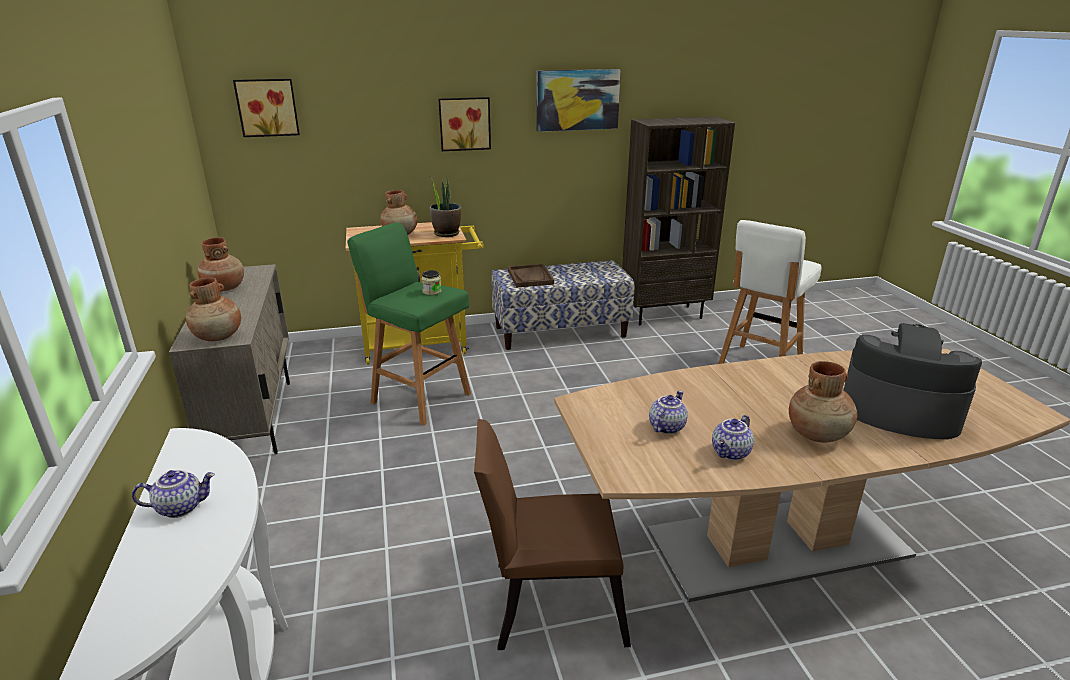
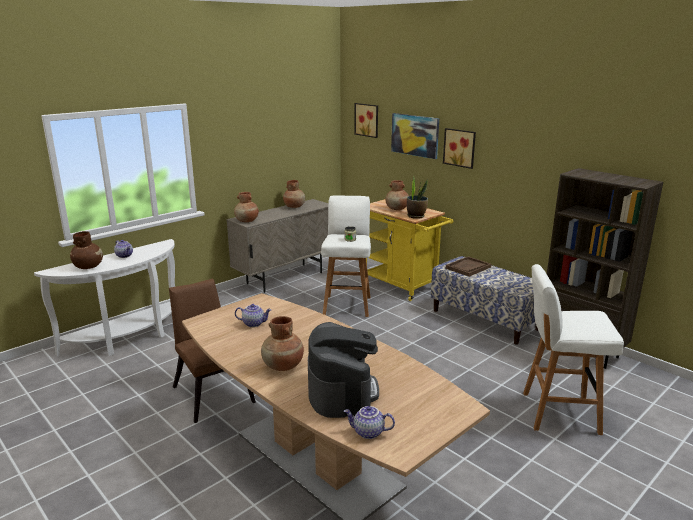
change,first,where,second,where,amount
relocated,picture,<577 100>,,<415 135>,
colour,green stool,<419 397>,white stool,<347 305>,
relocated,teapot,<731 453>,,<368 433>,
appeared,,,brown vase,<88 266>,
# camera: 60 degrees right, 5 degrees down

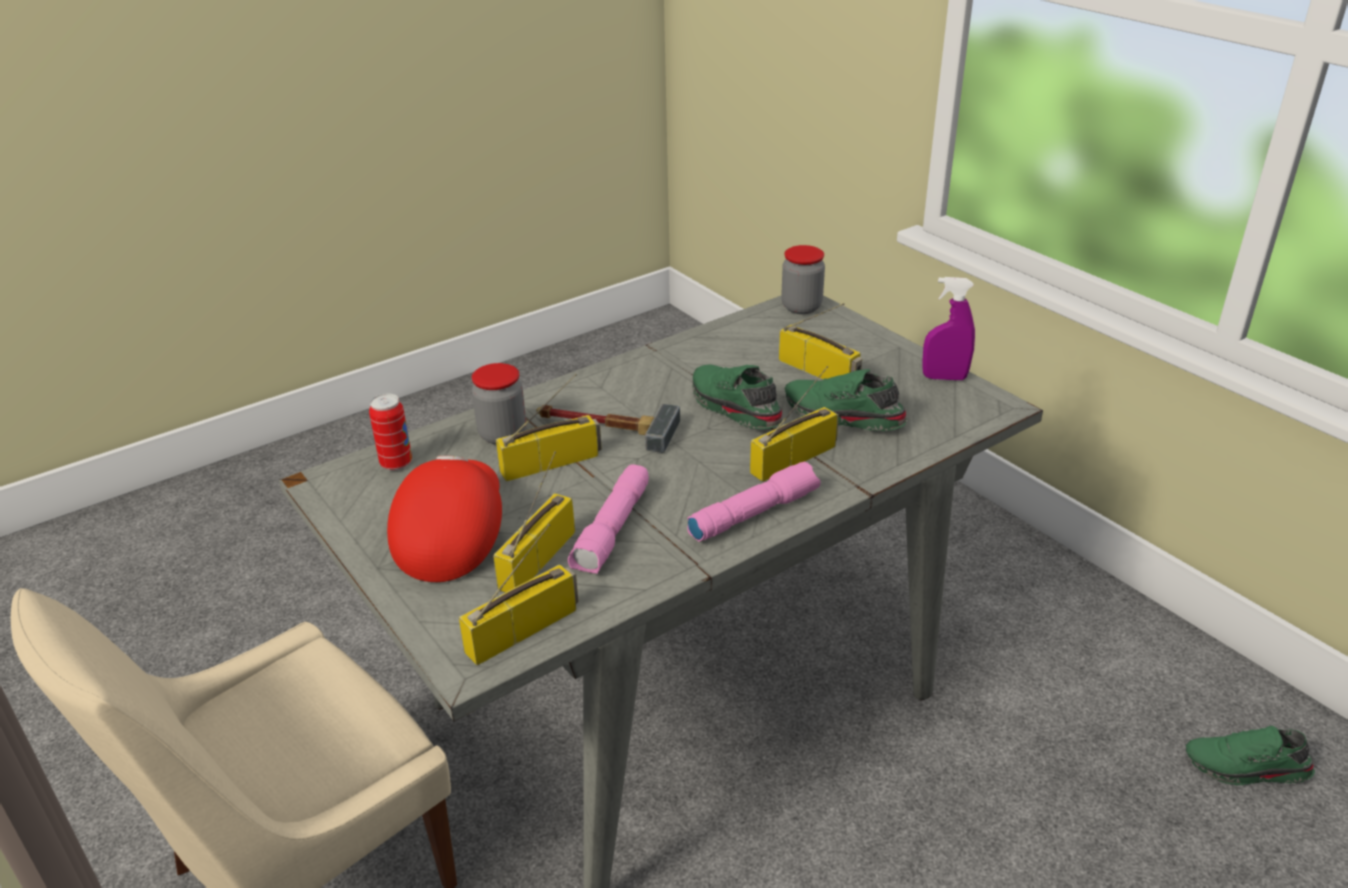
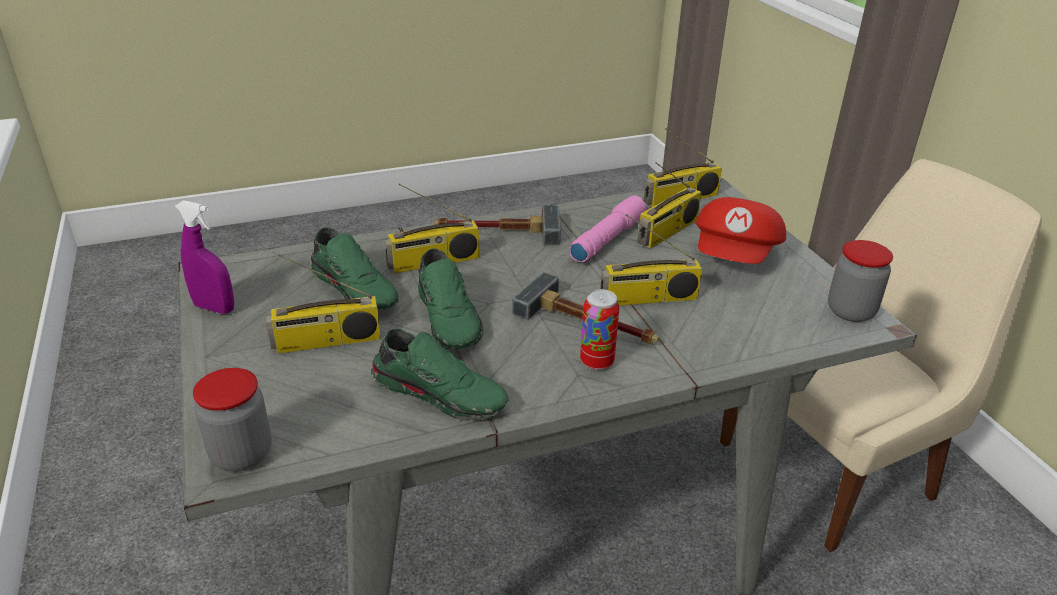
change,first,where,second,where,amount
spun,radio,<820 371>,,<326 342>,75 degrees counterclockwise
relocated,jar,<502 435>,,<850 311>,
relocated,can,<396 463>,,<597 362>,
exchanged,pink flashlight,<753 513>,hammer,<497 231>,
relocated,green shoe,<1246 769>,,<441 392>,
# camera: 165 degrees left, 0 degrees up

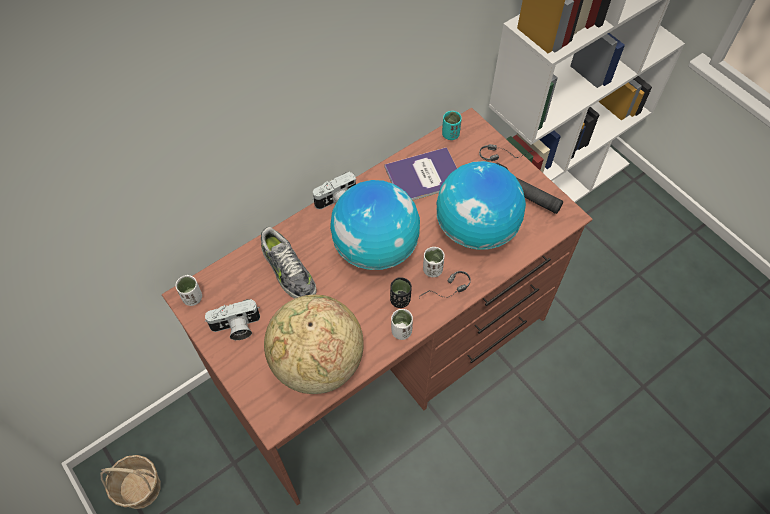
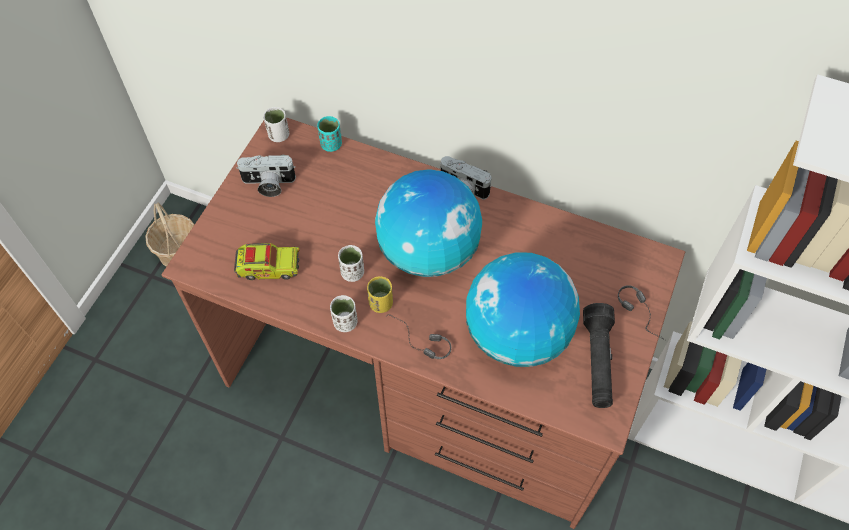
change,first,where,second,where,amount
relocated,turquoise cup,<450 134>,,<331 144>,
missing,book,<424 176>,,,
missing,shoe,<288 271>,,,
relocated,white cup,<432 269>,,<352 273>,
colour,black cup,<400 300>,yellow cup,<381 303>,
exchanged,globe,<317 363>,toy truck,<268 267>,
spun,photo camera,<236 327>,,<268 184>,45 degrees counterclockwise
# camera: 60 degrees right, 0 degrees up

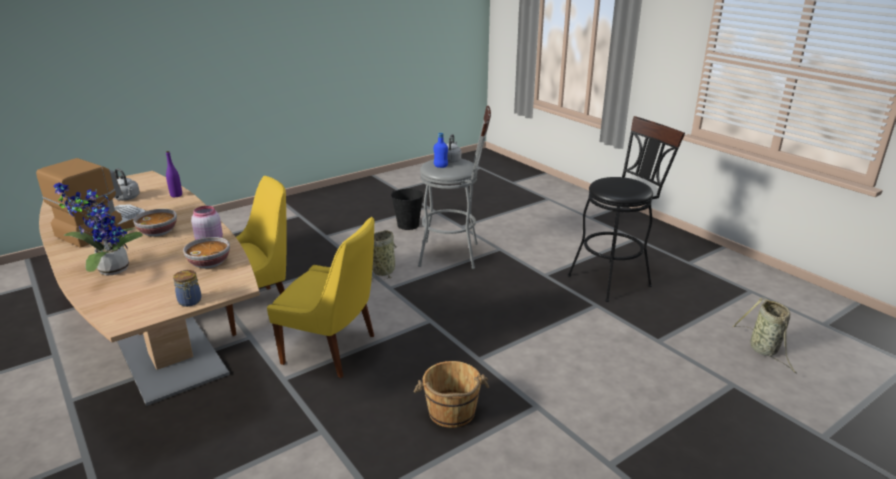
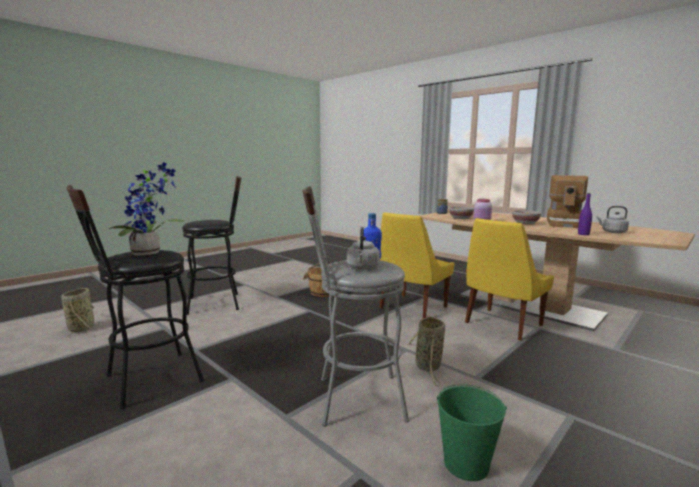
change,first,where,second,where,amount
relocated,potted plant,<109 270>,,<150 253>,
colour,black bucket,<408 225>,green bucket,<466 464>,
spun,yellow chair,<332 350>,,<411 308>,60 degrees counterclockwise
appeared,,,black stool,<219 303>,
# camera: 170 degrees right, 15 degrees down

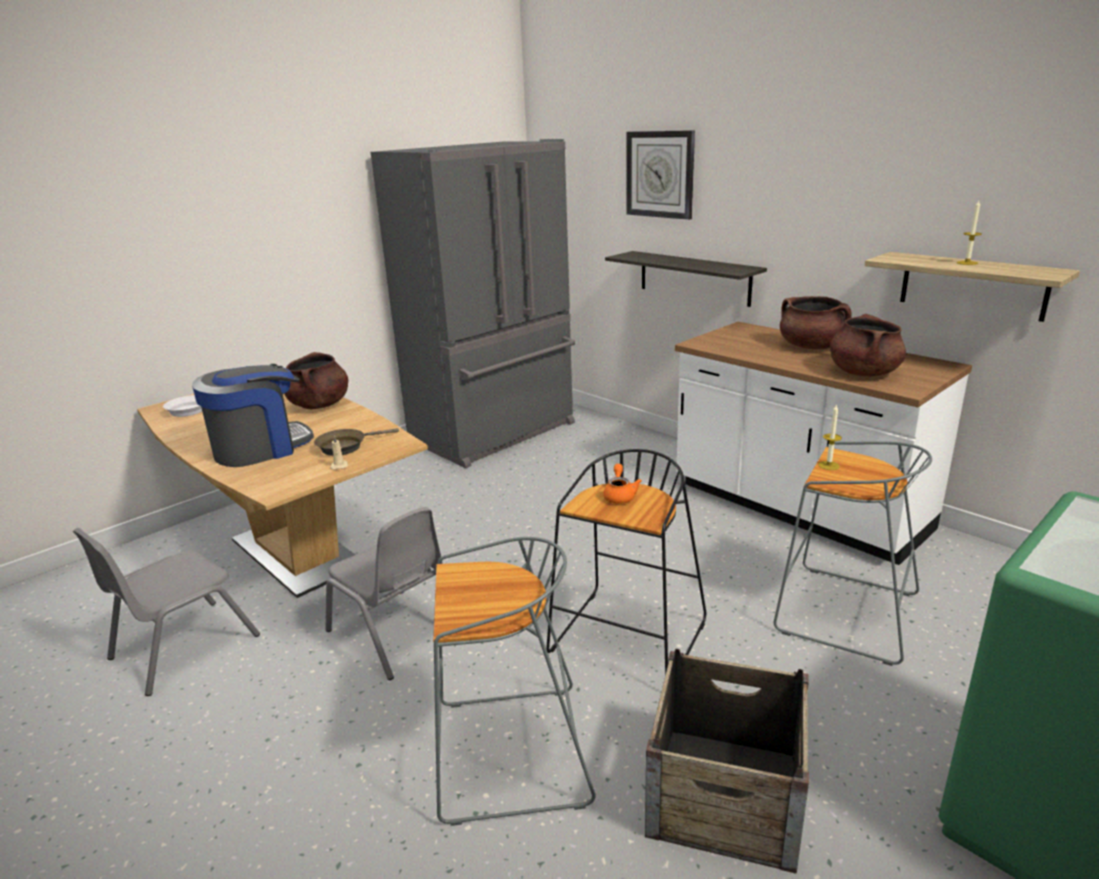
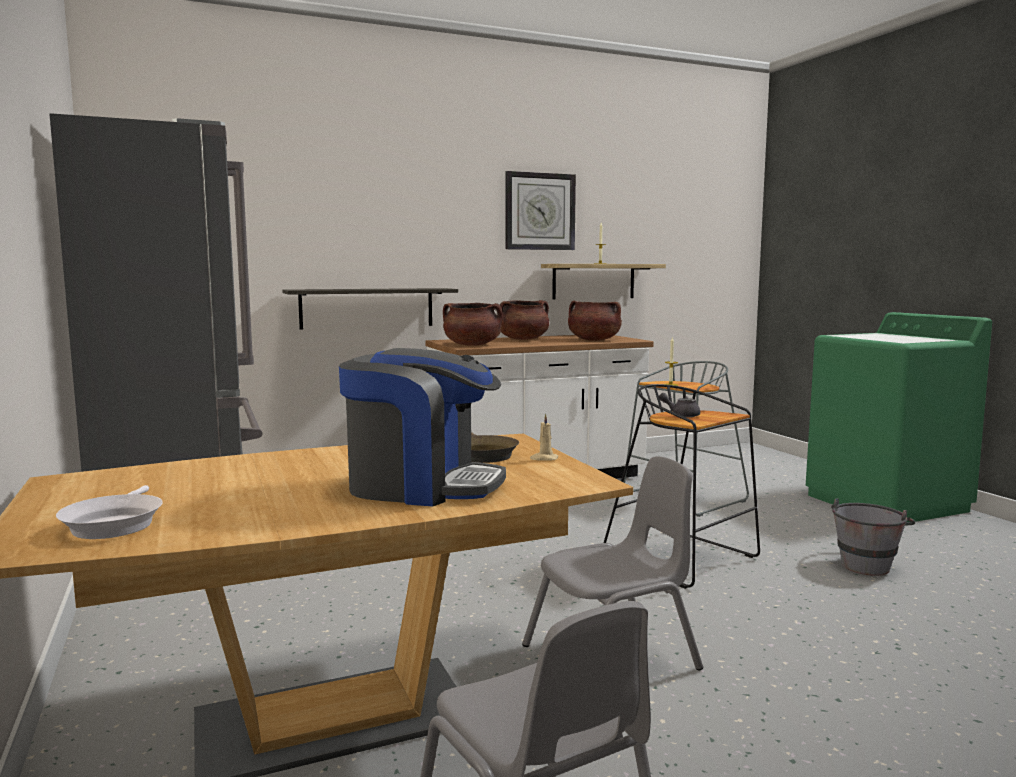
change,first,where,second,where,amount
relocated,wall clock,<660 174>,,<539 211>,
relocated,brown cooking pot,<319 405>,,<472 345>,
spun,coffee machine,<260 448>,,<422 486>,120 degrees clockwise
colour,orange teapot,<620 495>,grey teapot,<681 415>,
missing,grey stool,<508 754>,,,
exchanged,crate,<726 795>,grey bucket,<867 563>,
# camera: 70 degrees left, 15 degrees down

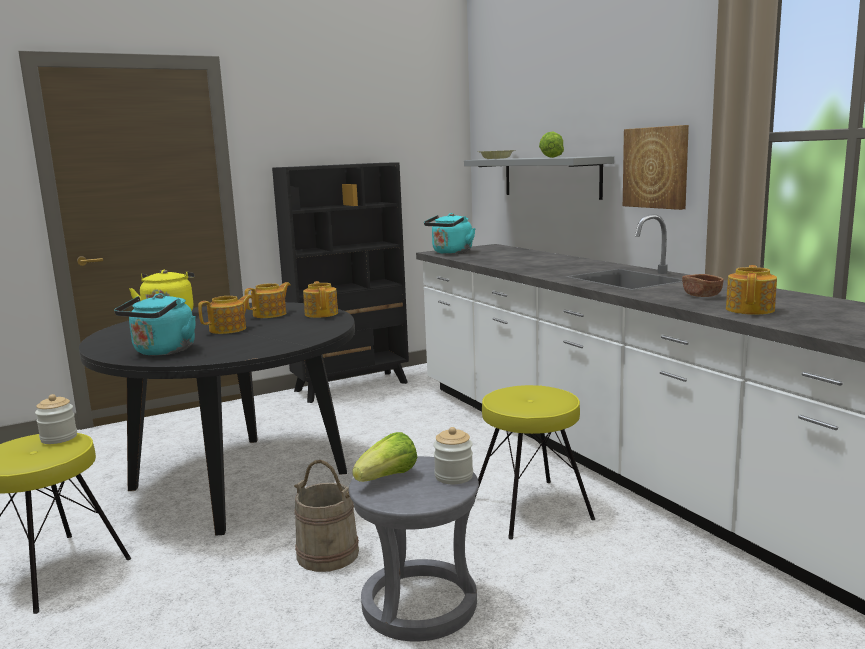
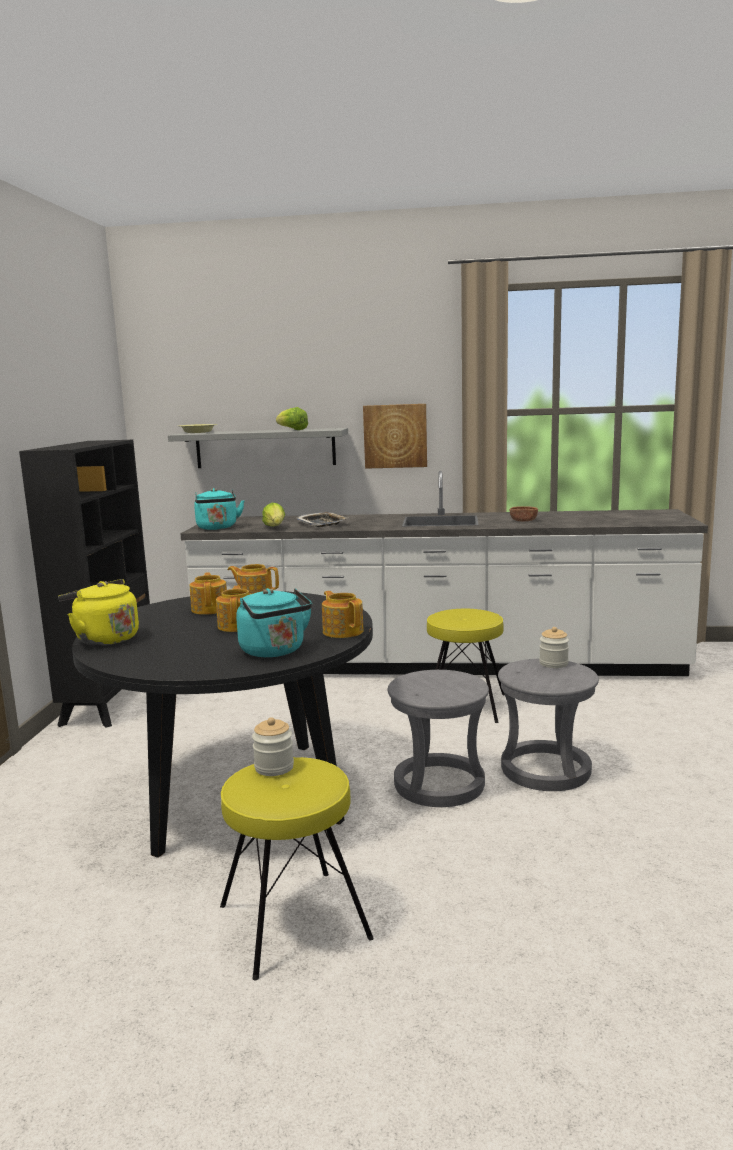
change,first,where,second,where,amount
relocated,teapot,<750 309>,,<343 631>,
relocated,lettuce,<388 478>,,<275 527>,
exchanged,beige bucket,<328 554>,grey stool,<439 784>,
appeared,,,tray,<322 523>,
# camera: 55 degrees left, 0 degrees up

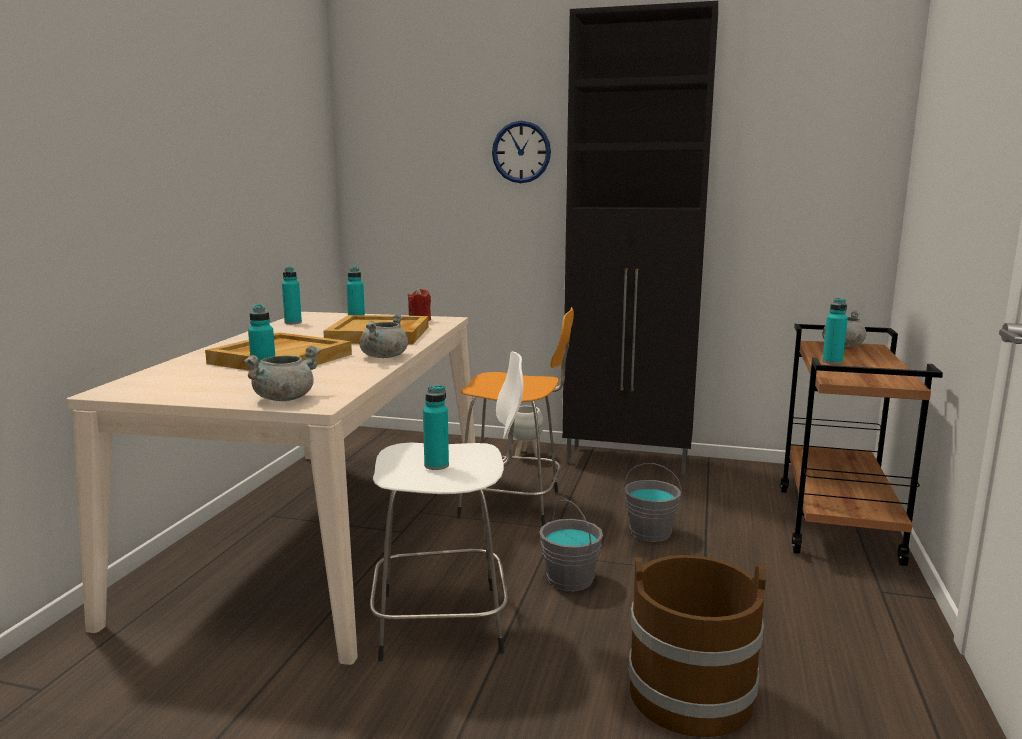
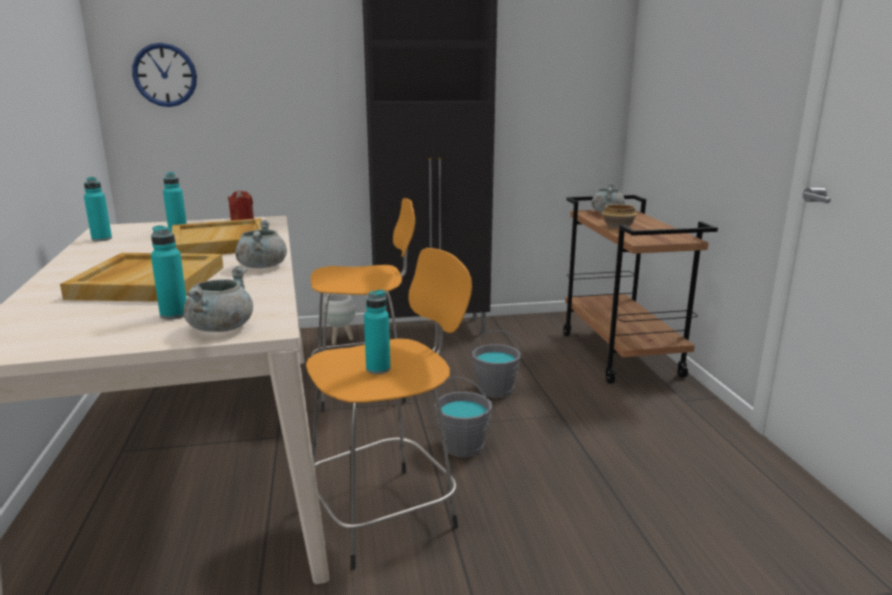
change,first,where,second,where,amount
relocated,wall clock,<521 152>,,<165 75>,
exchanged,turquoise bottle,<832 362>,bowl,<618 226>,
colour,white stool,<447 622>,orange stool,<387 513>,
missing,brown bucket,<691 693>,,,
# camera: 25 degrees left, 5 degrees up

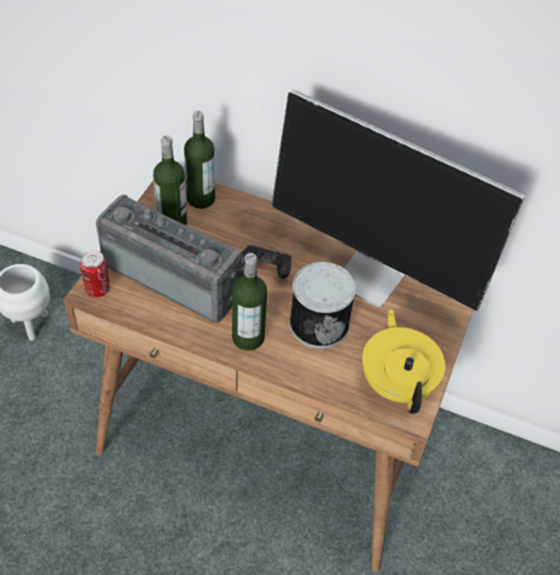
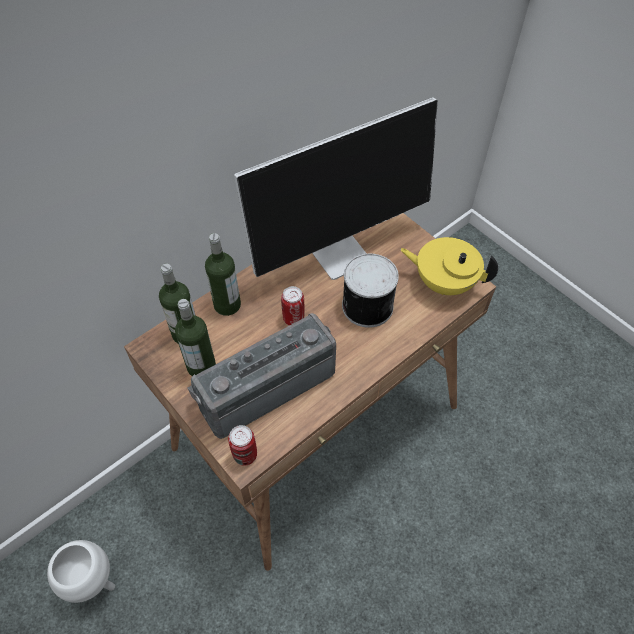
change,first,where,second,where,amount
exchanged,black game controller,<265 269>,can,<293 318>,
relocated,bottle,<248 338>,,<227 305>,
# camera: 60 degrees left, 5 degrees up

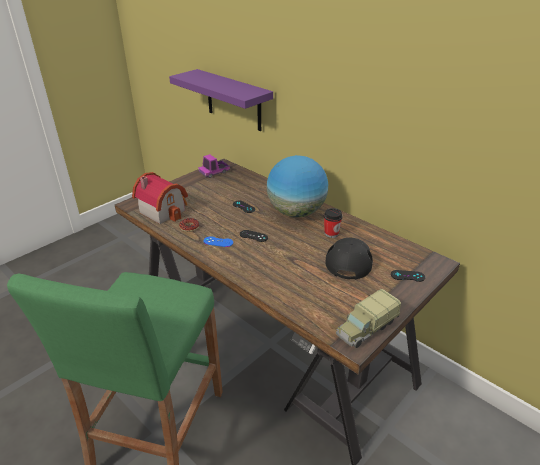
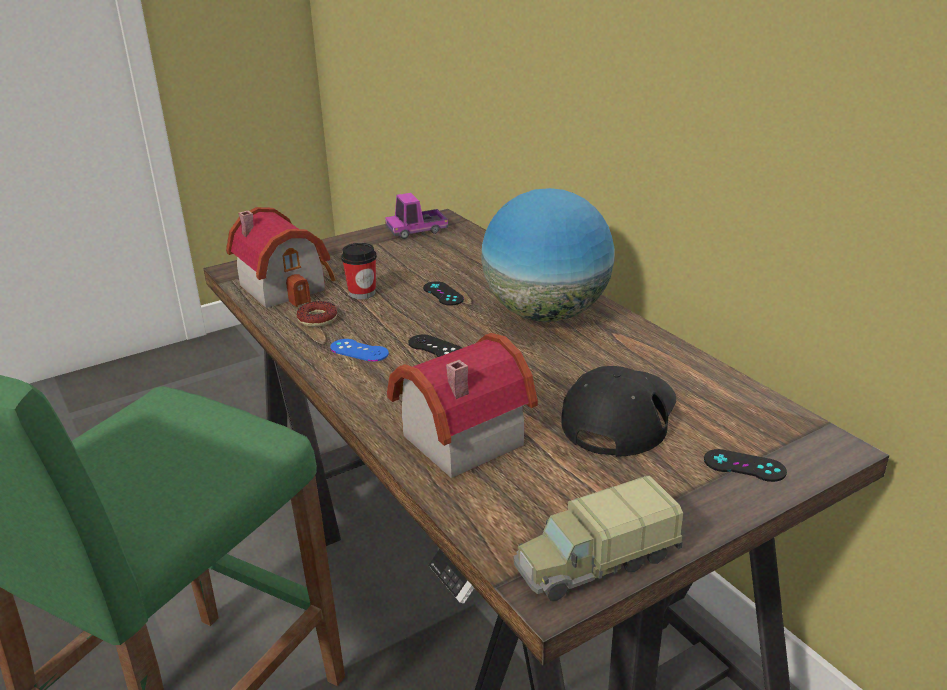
change,first,where,second,where,amount
missing,purple shelf,<233 100>,,,
relocated,cup,<331 234>,,<362 293>,
appeared,,,toy house,<455 437>,
# camera: 15 degrees right, 5 degrees down

